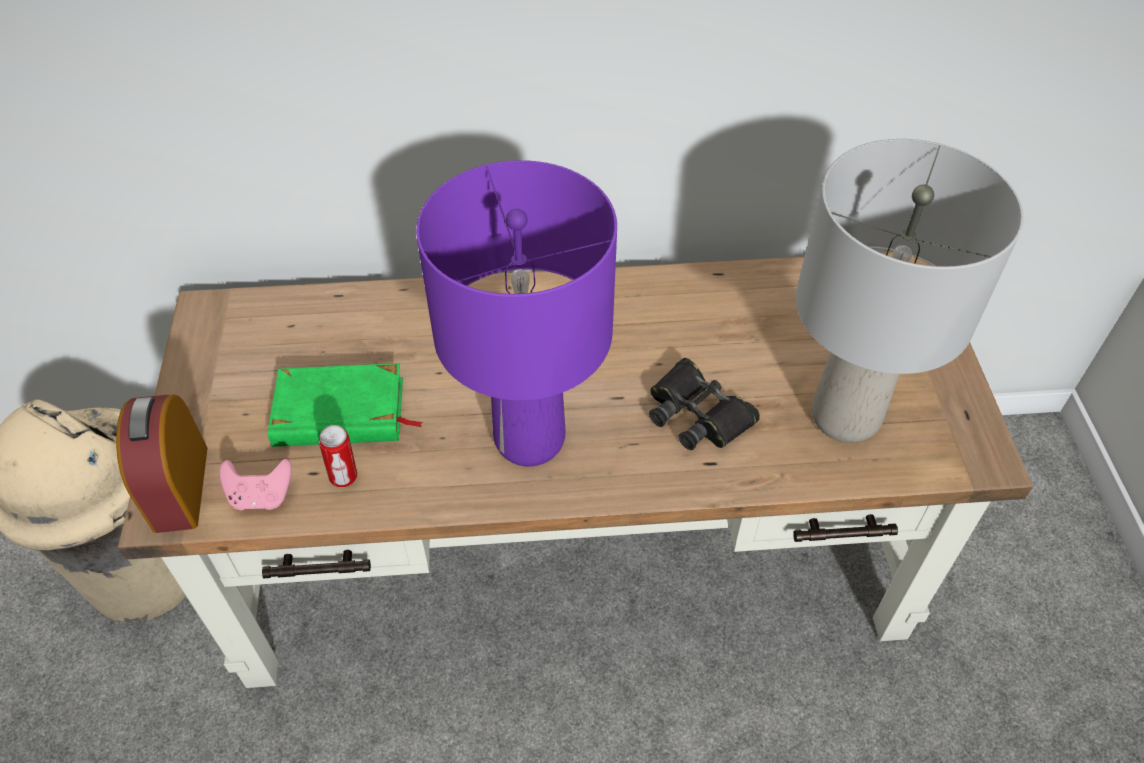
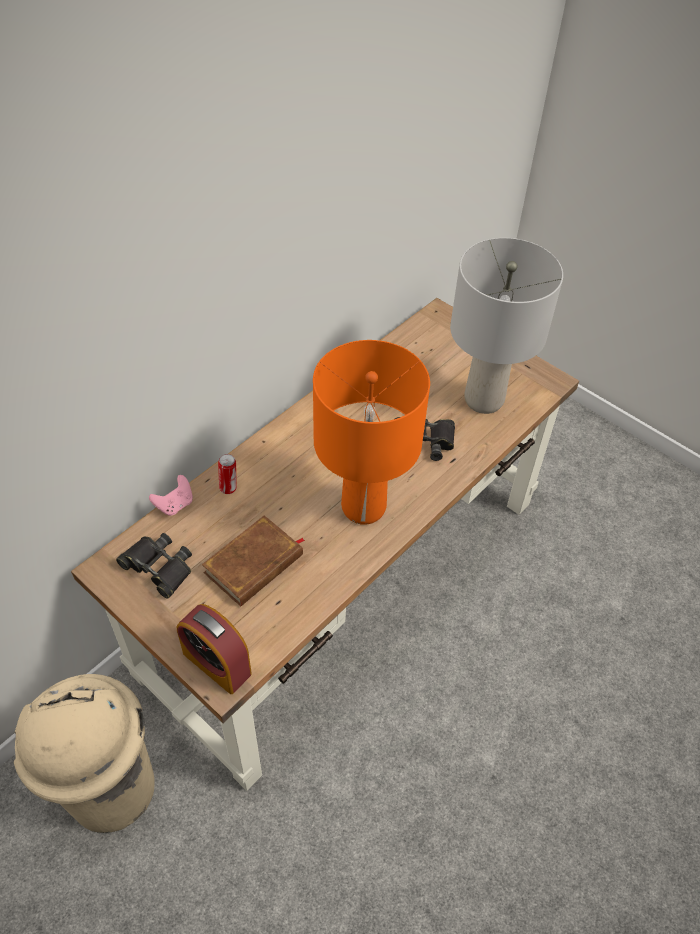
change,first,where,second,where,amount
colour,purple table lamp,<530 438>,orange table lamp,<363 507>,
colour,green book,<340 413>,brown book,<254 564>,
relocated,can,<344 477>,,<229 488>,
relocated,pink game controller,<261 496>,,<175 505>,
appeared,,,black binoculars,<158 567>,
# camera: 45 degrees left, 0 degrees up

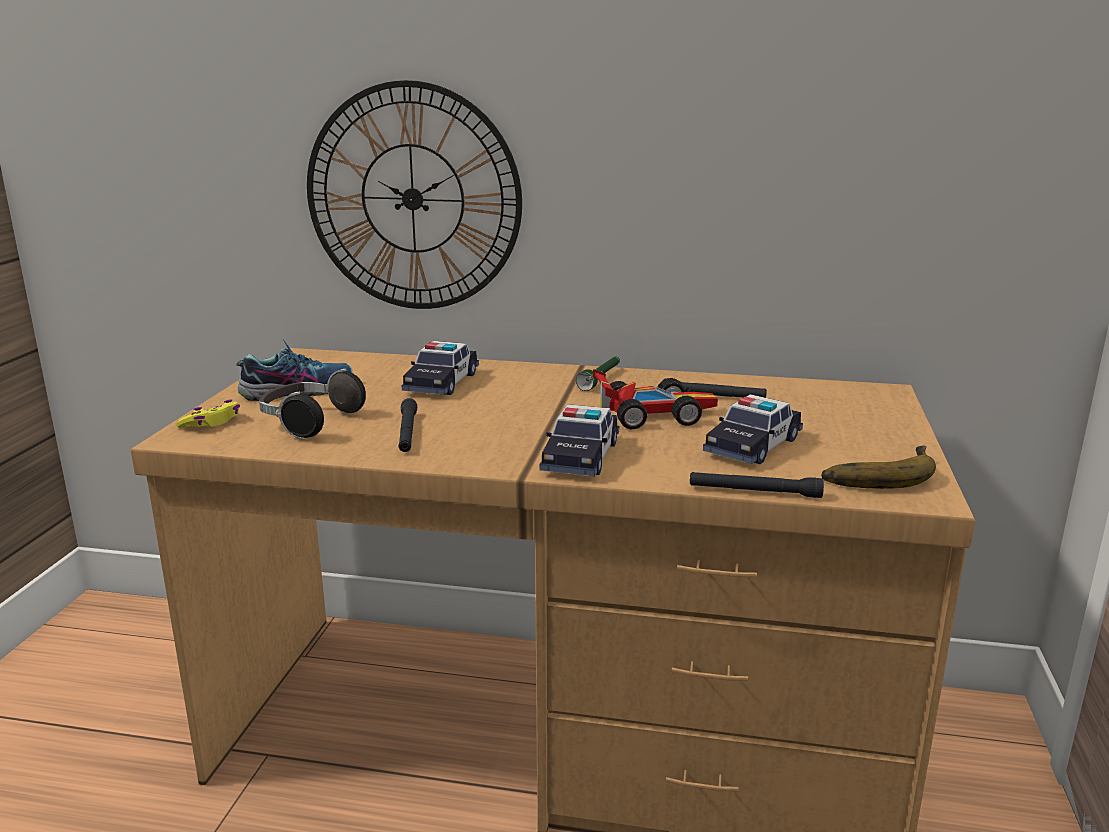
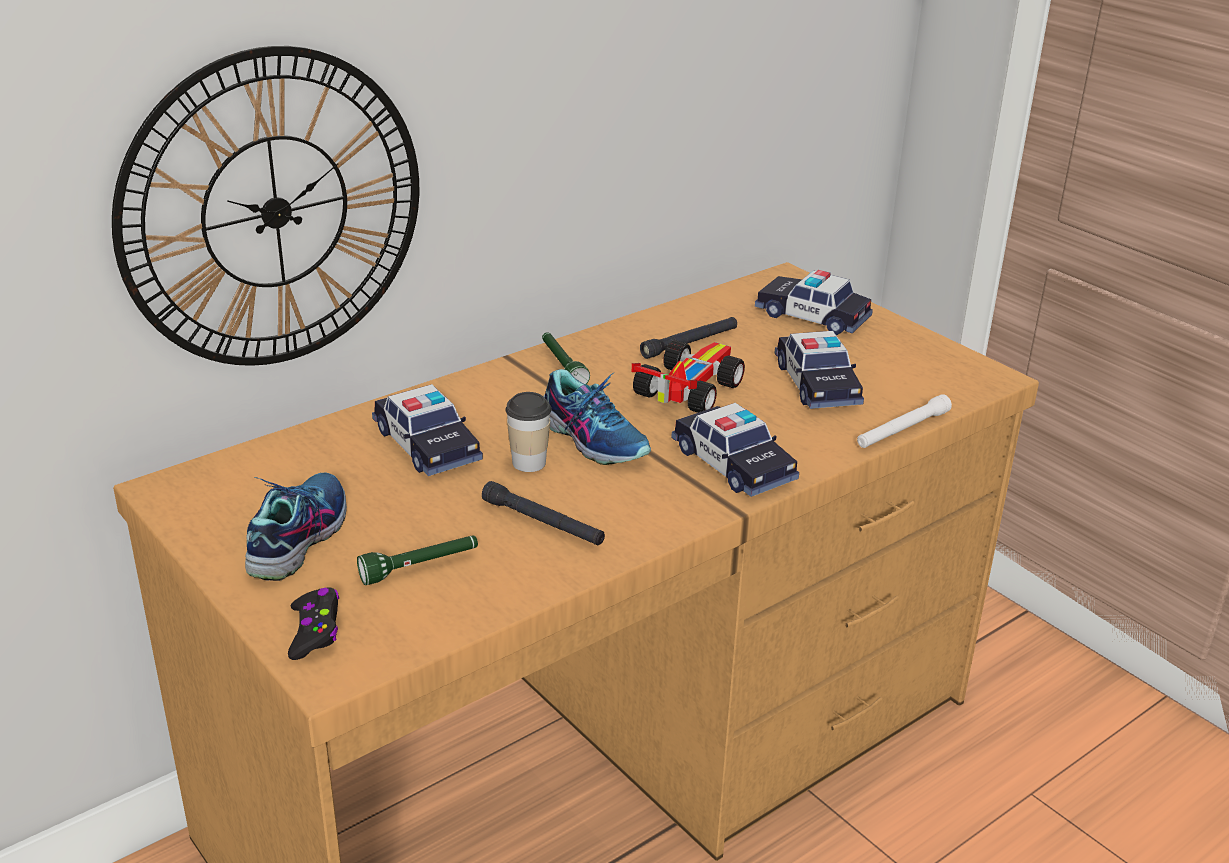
change,first,where,second,where,amount
exchanged,headphones,<309 422>,green flashlight,<420 568>,
colour,yellow game controller,<212 423>,black game controller,<315 631>,
missing,banana,<875 473>,,,
colour,black flashlight,<754 492>,white flashlight,<902 430>,
appeared,,,toy car,<812 316>,
appeared,,,shoe,<594 438>,
appeared,,,cup,<529 462>,
# camera: 50 degrees left, 10 degrees up

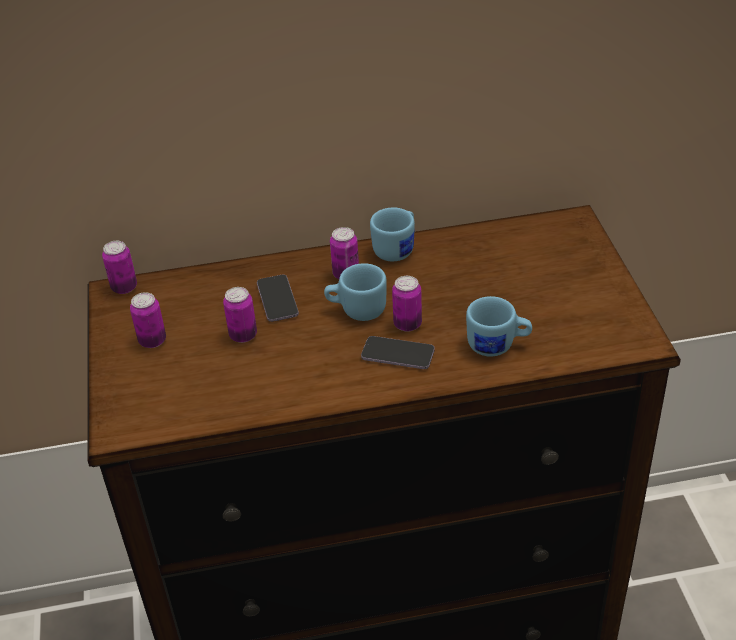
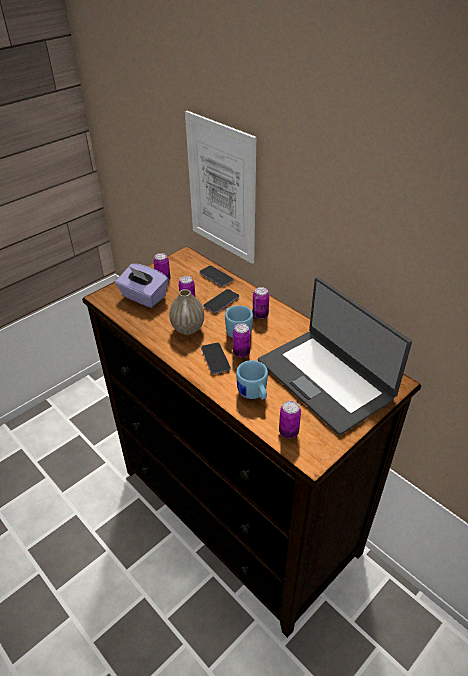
change,first,where,second,where,amount
missing,blue mug,<397 248>,,,
relocated,can,<124 287>,,<288 432>,
appeared,,,picture,<221 189>,
appeared,,,purple tissue box,<143 297>,
appeared,,,phone,<216 277>,
appeared,,,laptop,<325 379>,
appeared,,,vase,<188 329>,
# camera: 55 degrees right, 0 degrees up

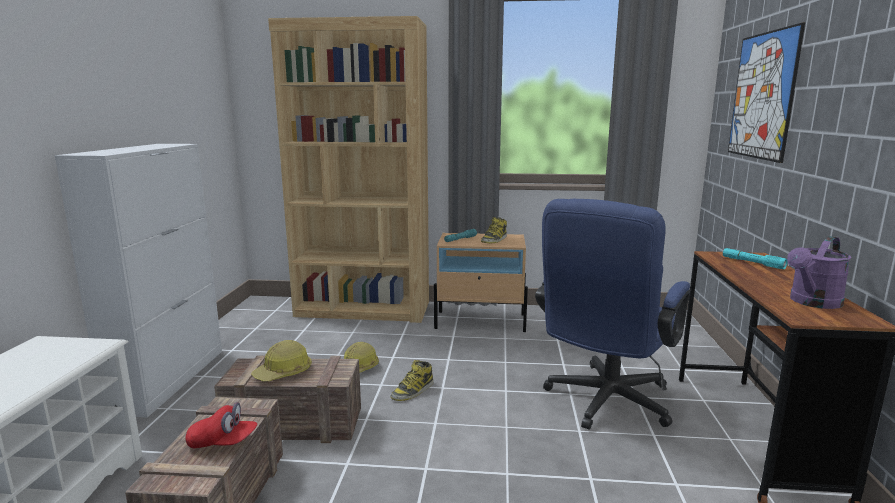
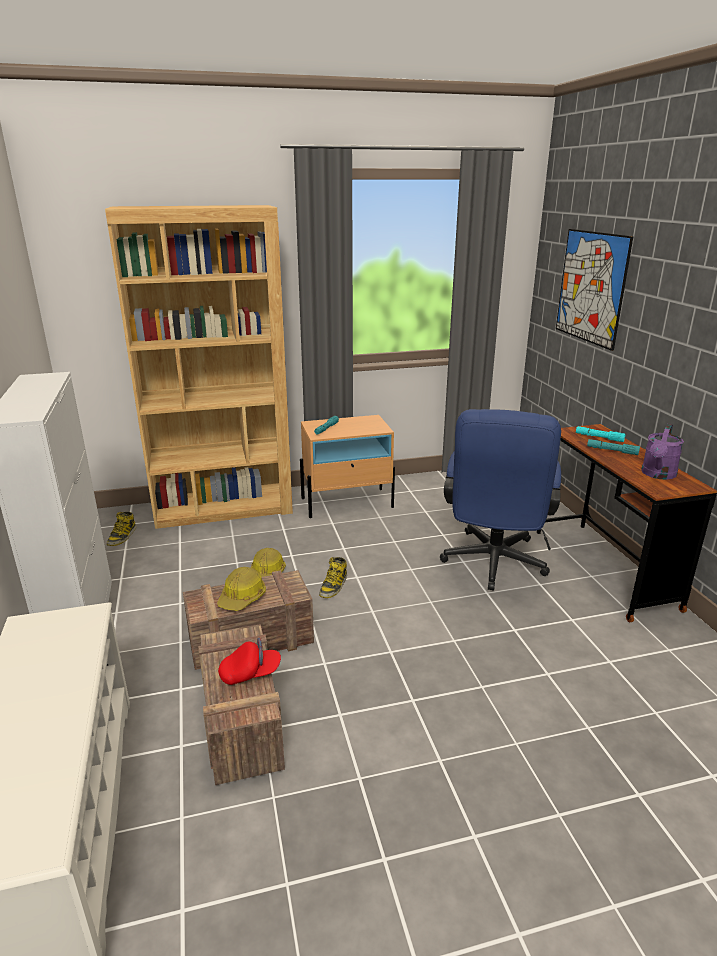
change,first,where,second,where,amount
relocated,boot,<494 240>,,<122 536>,
appeared,,,turquoise flashlight,<612 451>,
# camera: 20 degrees left, 10 degrees up

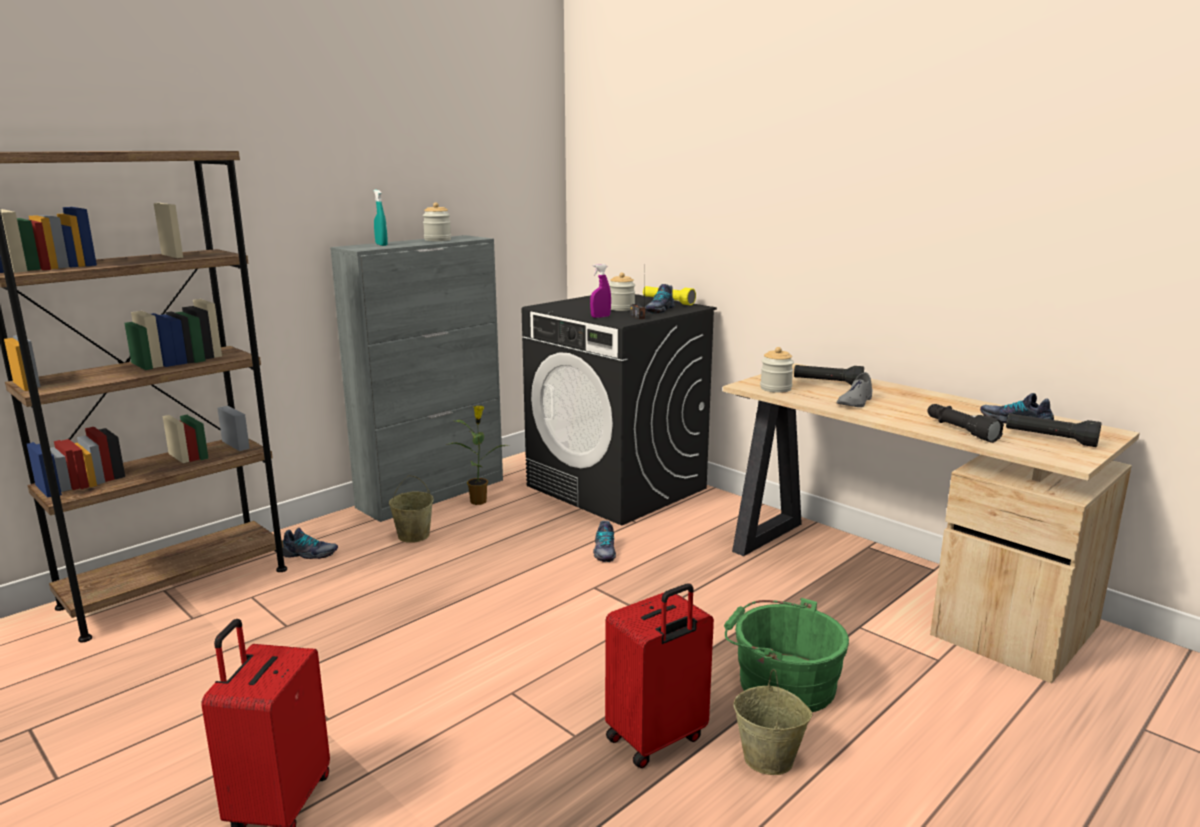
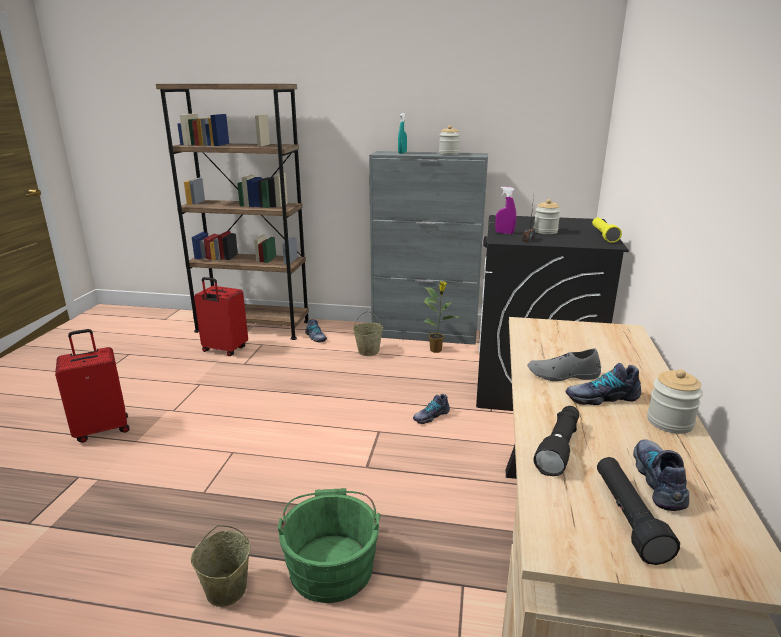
change,first,where,second,where,amount
relocated,shoe,<658 310>,,<601 397>,
relocated,jar,<775 388>,,<669 422>,
missing,black flashlight,<827 383>,,,
relocated,red suitcase,<657 739>,,<224 350>,
# camera: 55 degrees right, 5 degrees up

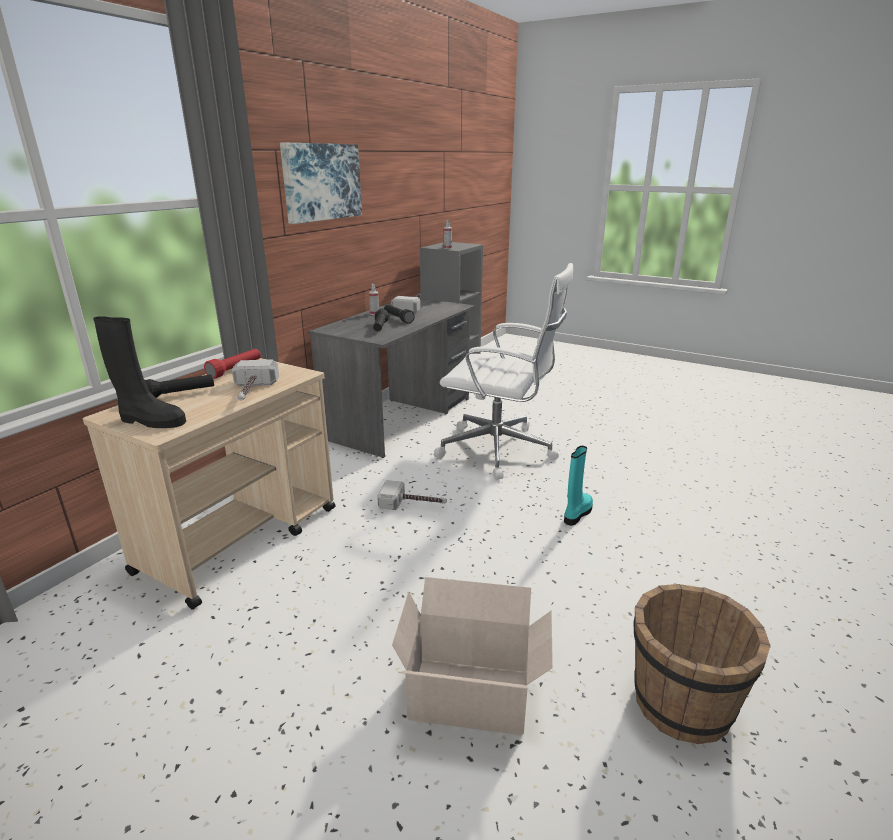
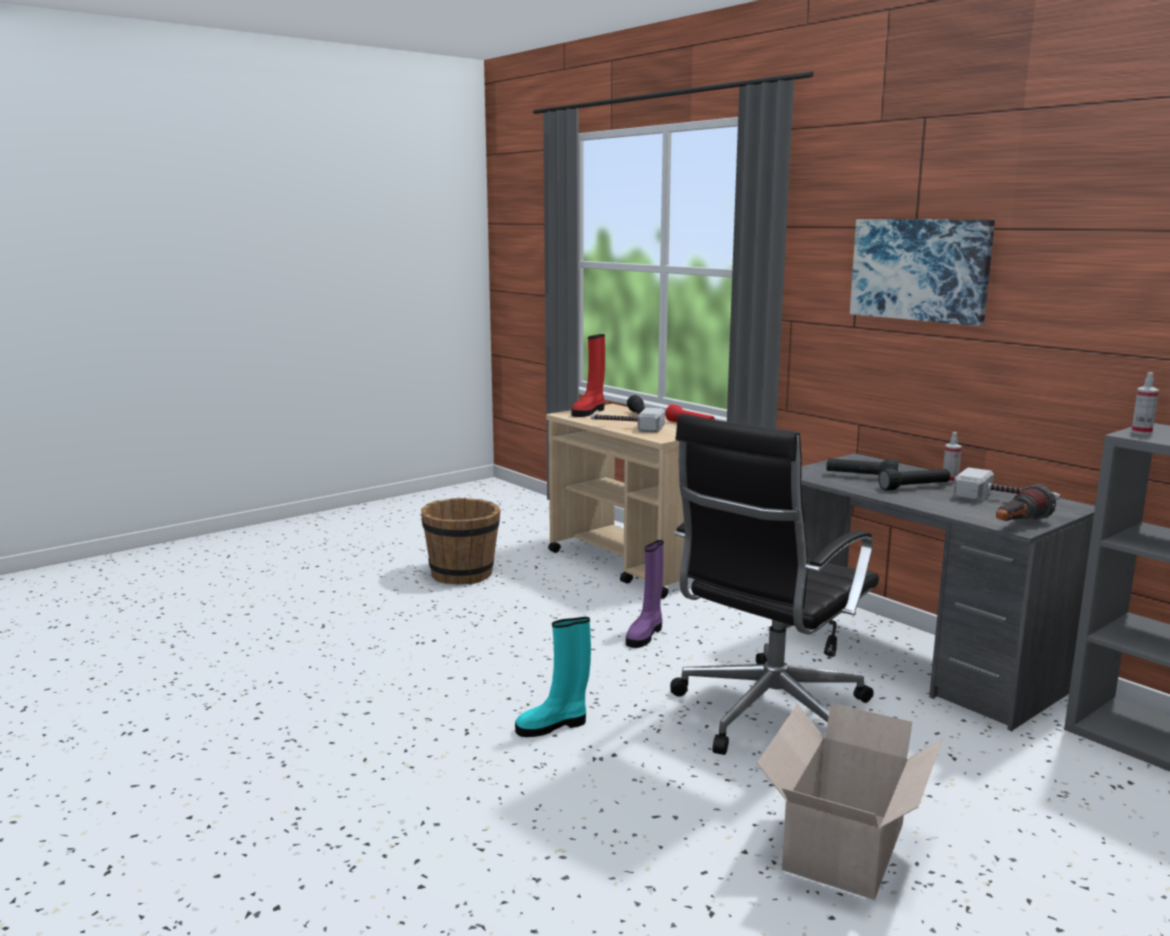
change,first,where,second,where,amount
colour,white office chair,<500 450>,black office chair,<768 715>,
colour,black boot,<150 421>,red boot,<589 412>,
spun,turquoise boot,<577 513>,,<553 726>,105 degrees clockwise
exchanged,hammer,<413 504>,purple boot,<645 635>,
relocated,cardboard box,<472 696>,,<842 848>,
relocated,brown bucket,<681 702>,,<462 574>,
appeared,,,flashlight,<1018 525>,
# camera: 110 degrees right, 10 degrees down

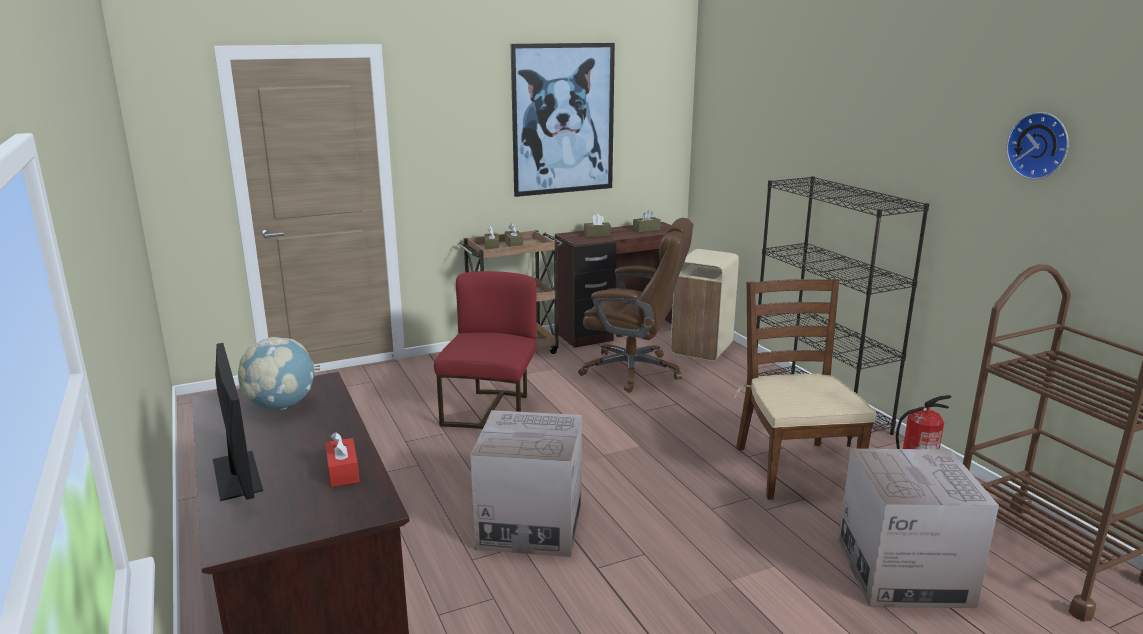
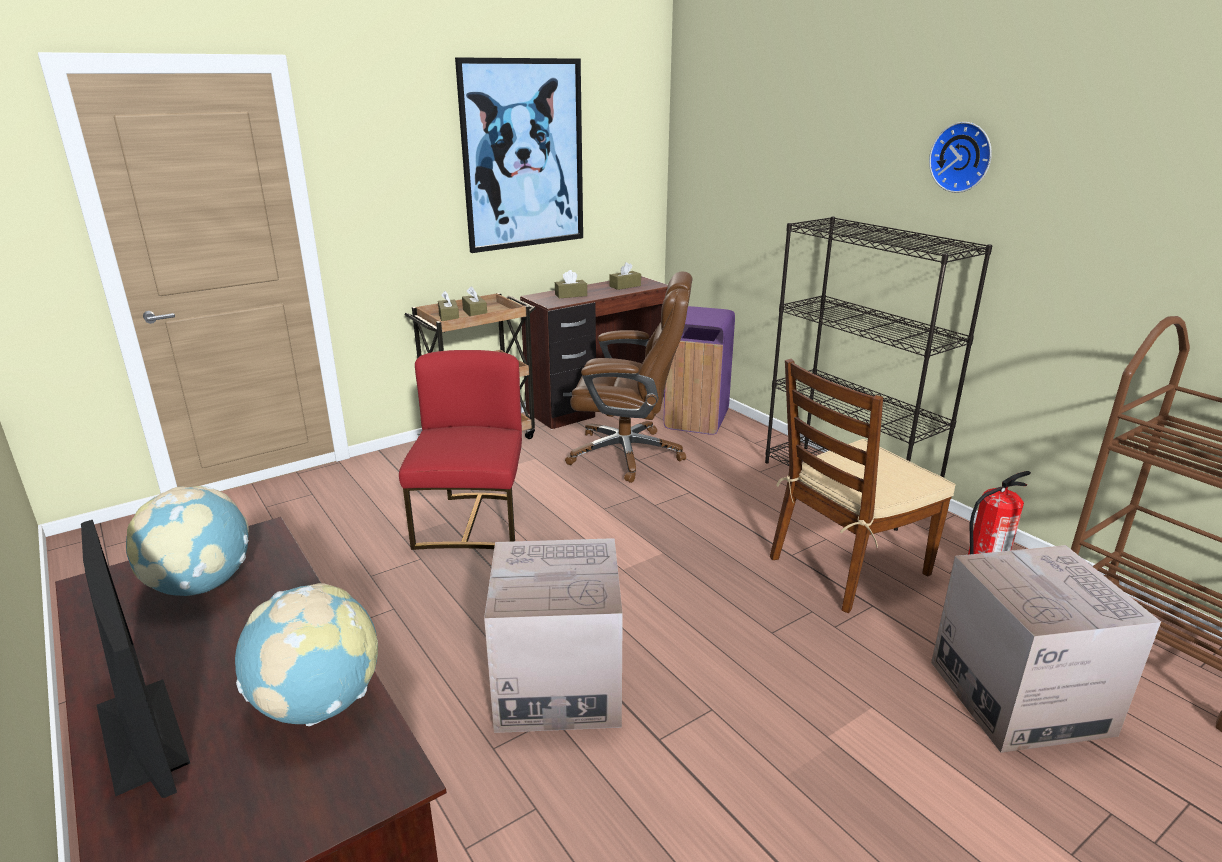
change,first,where,second,where,amount
relocated,wall clock,<1040 145>,,<962 157>,
colour,beige trash can,<702 349>,purple trash can,<697 420>,
spun,brown chair,<794 469>,,<847 566>,105 degrees counterclockwise
exchanged,red tissue box,<343 471>,globe,<319 704>,
# camera: 10 degrees left, 5 degrees up

